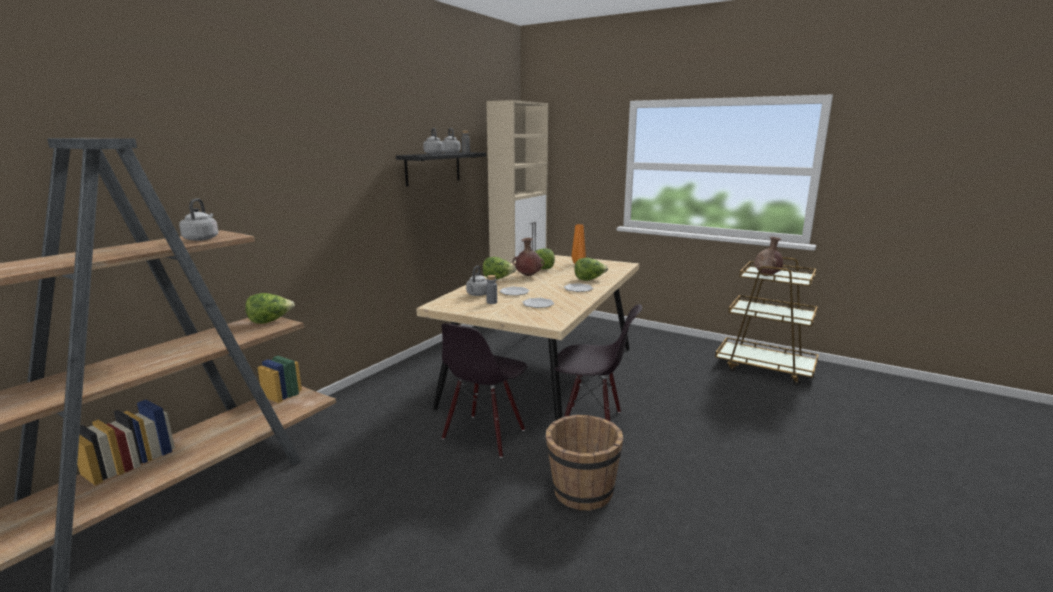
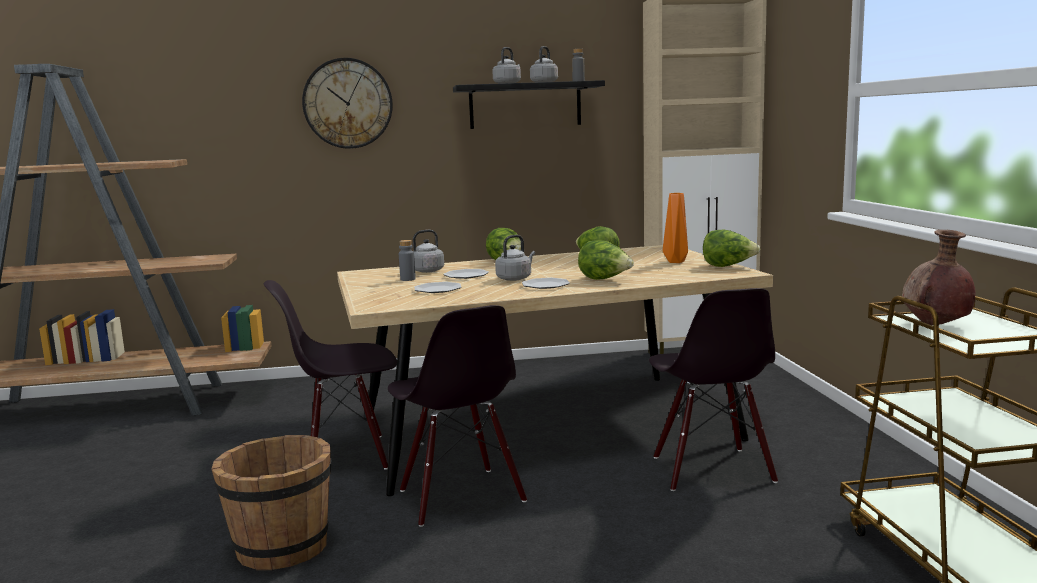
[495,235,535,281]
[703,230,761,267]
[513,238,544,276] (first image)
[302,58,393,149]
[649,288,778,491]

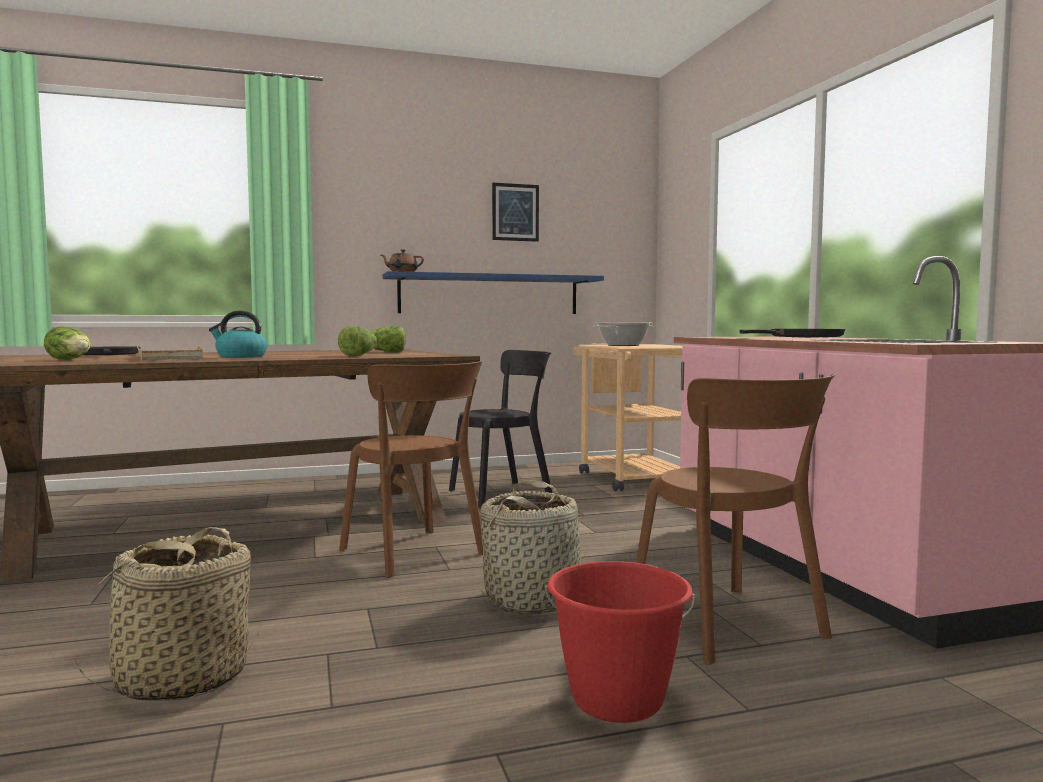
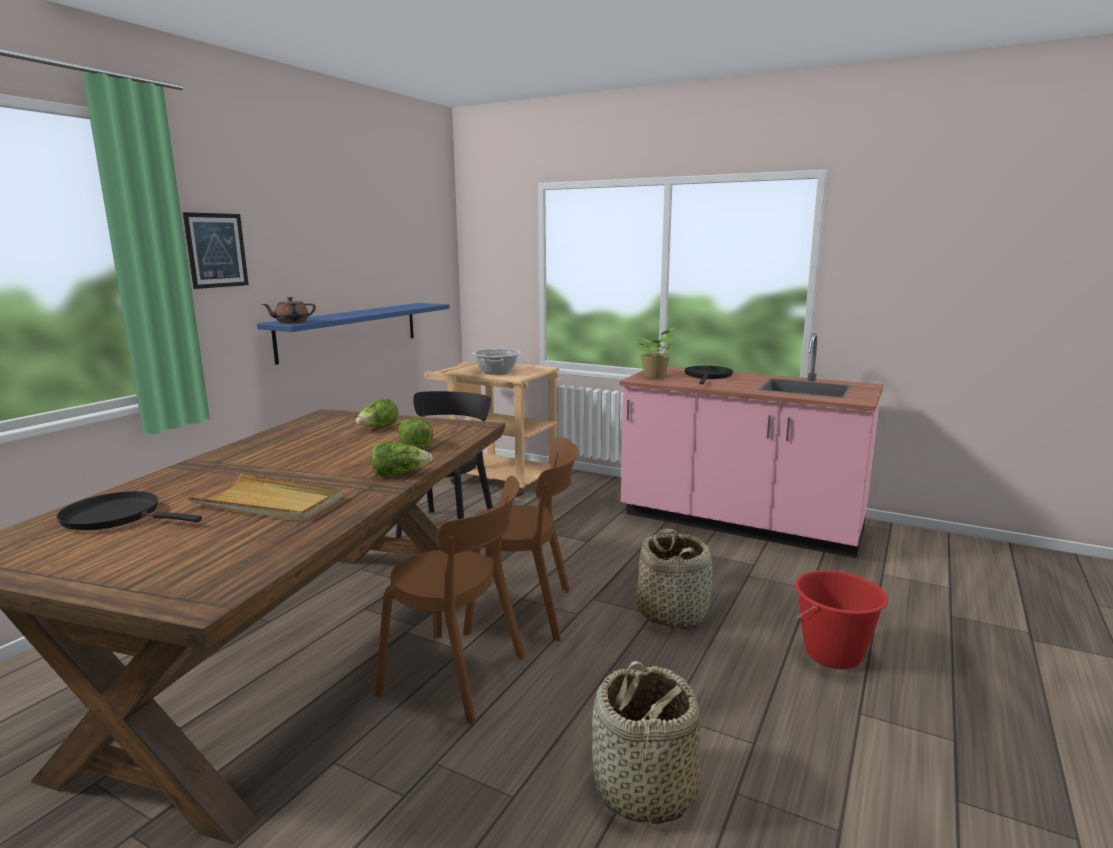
[371,442,433,476]
[209,311,267,358] (first image)
[183,212,249,289]
[375,475,525,725]
[637,327,675,378]

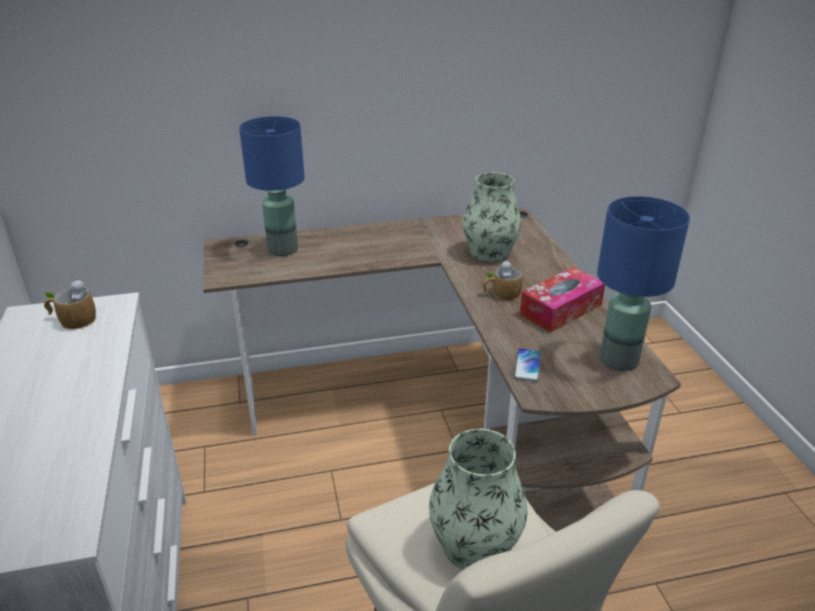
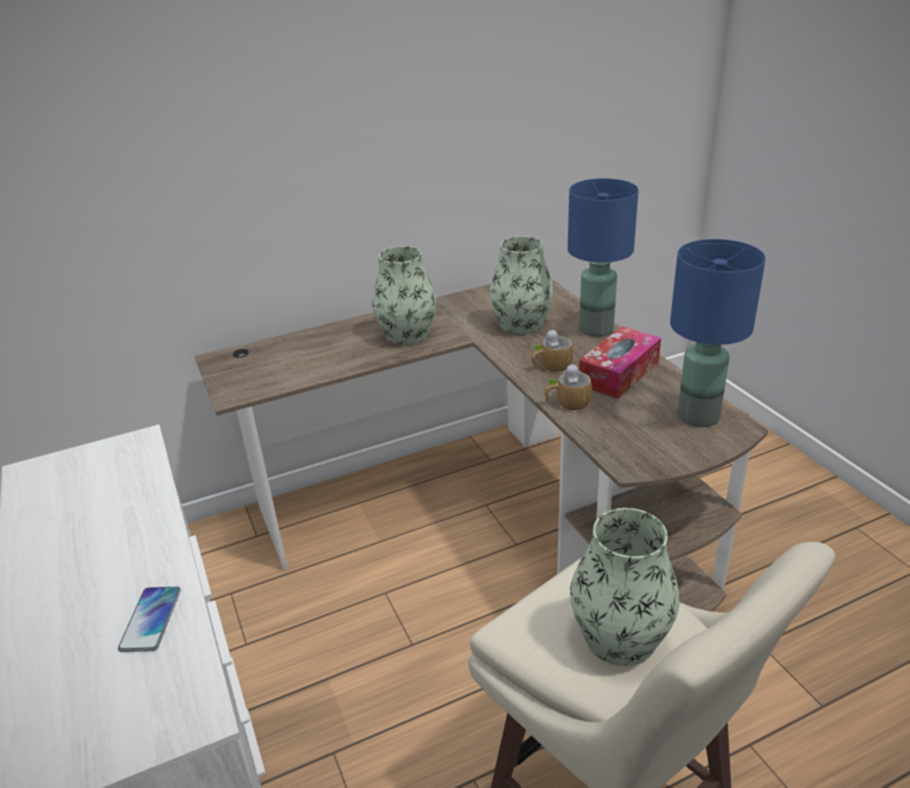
[544,363,592,411]
[568,178,639,337]
[118,587,181,652]
[372,246,437,345]

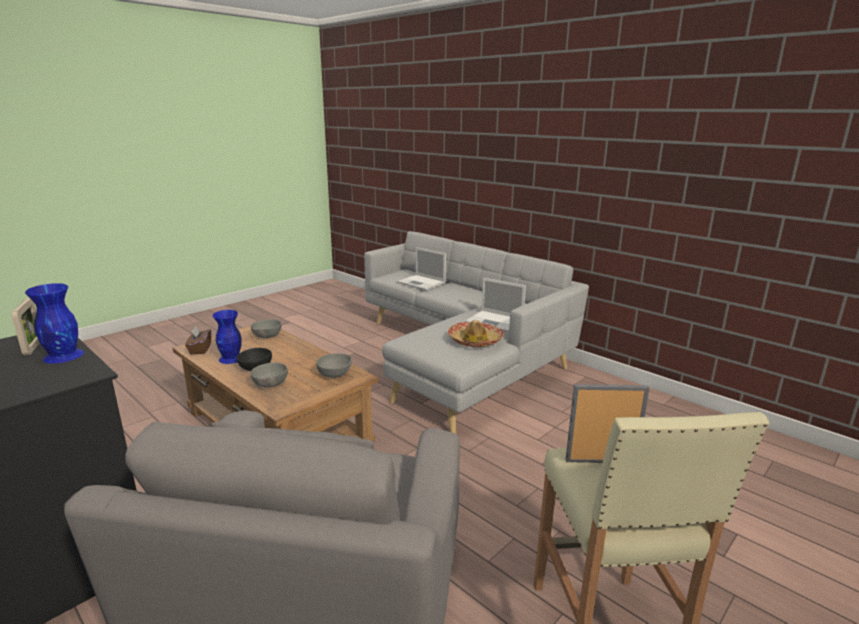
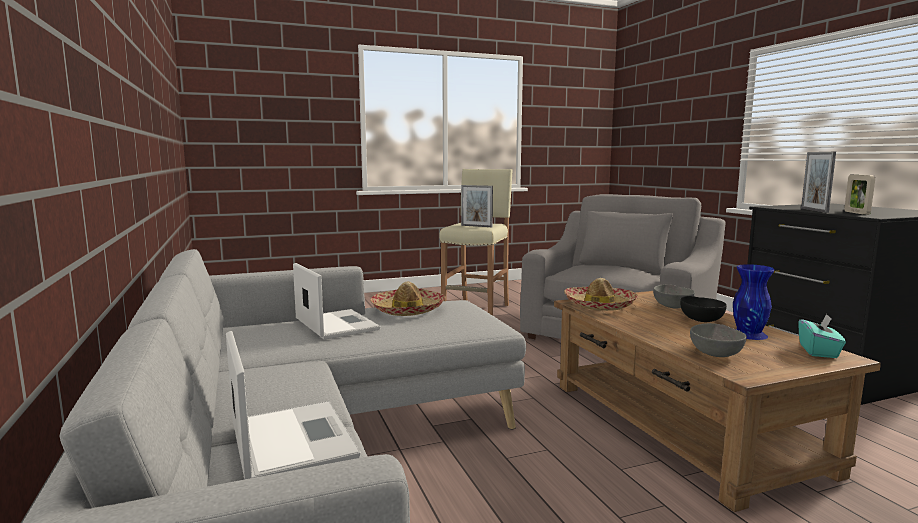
[801,152,836,213]
[799,314,846,358]
[564,278,638,311]

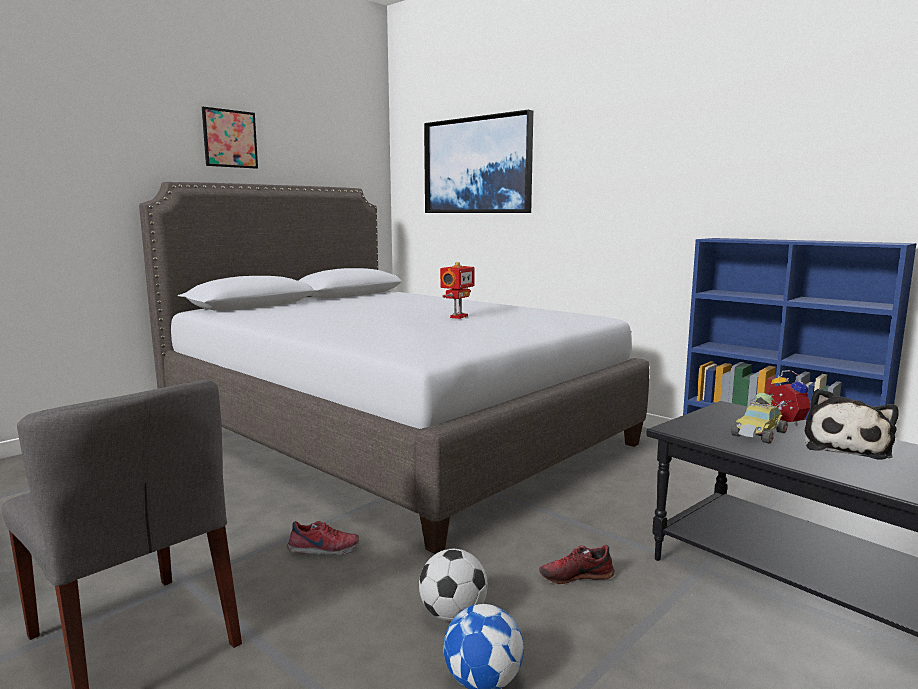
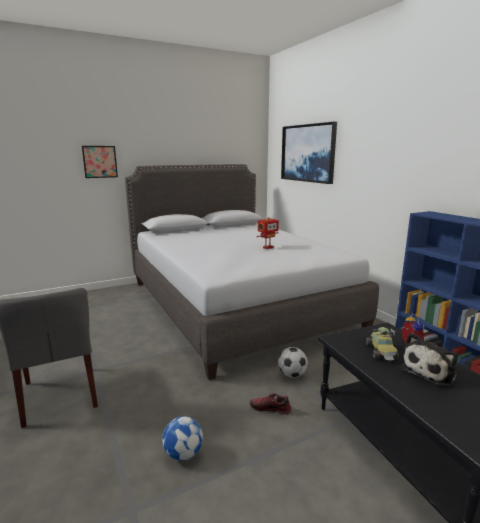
[82,146,118,178]
[287,521,359,555] (first image)
[278,347,308,378]
[366,327,399,360]

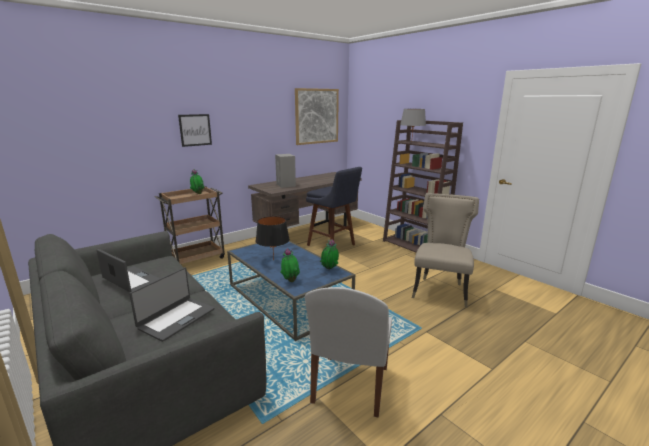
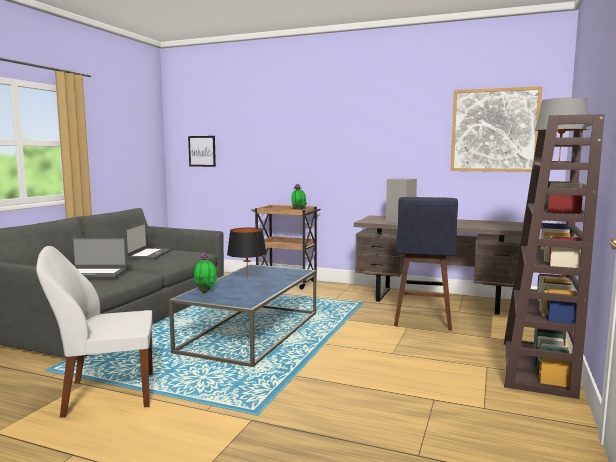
[188,136,216,167]
[320,239,339,269] (first image)
[412,193,479,308] (first image)

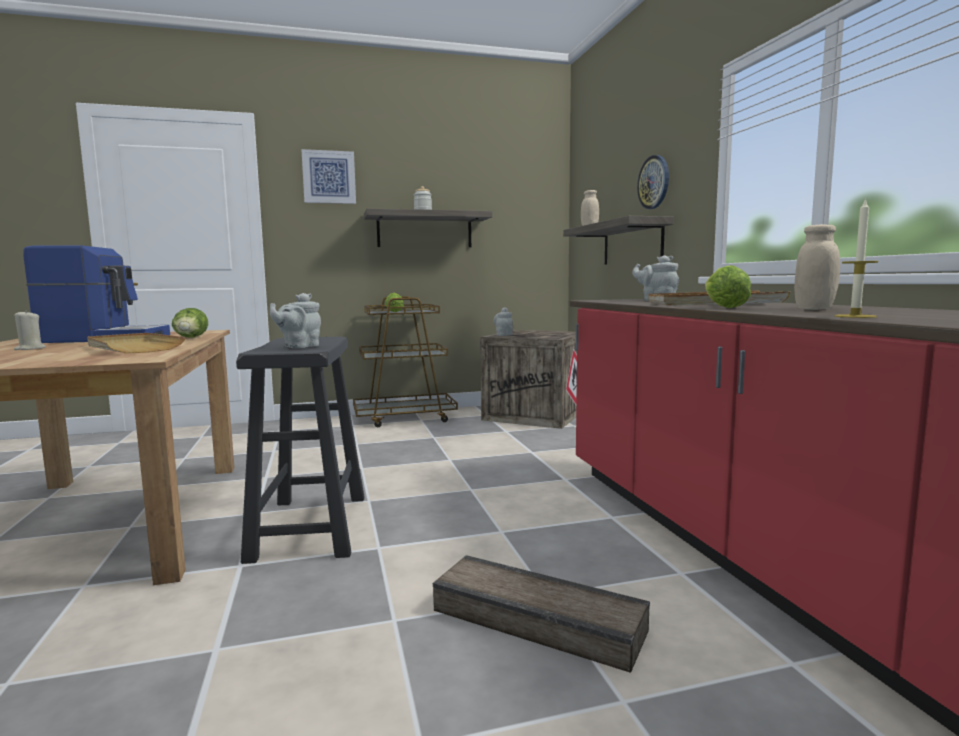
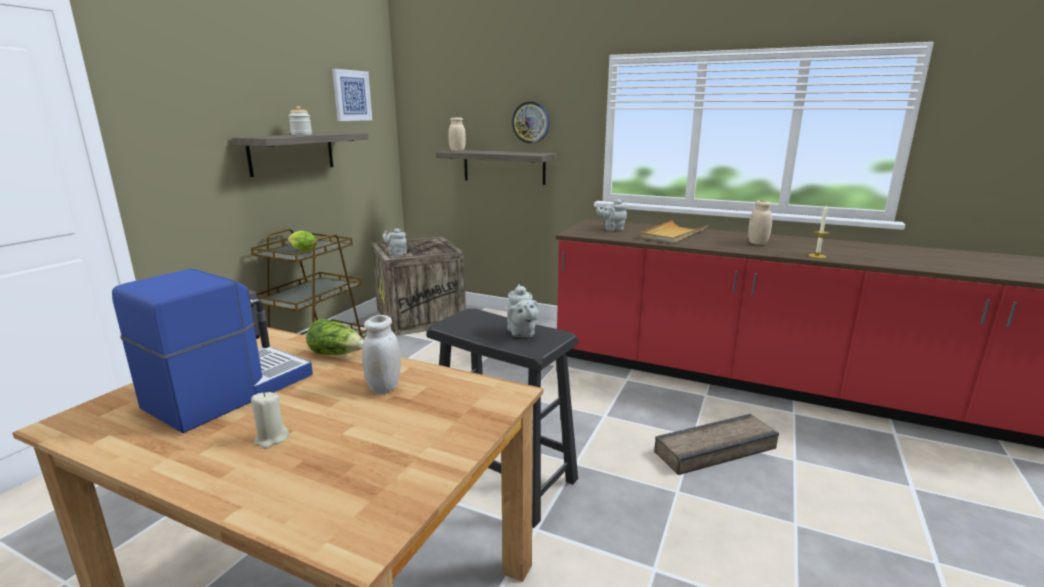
[362,315,401,394]
[332,69,372,121]
[705,265,751,308] (first image)

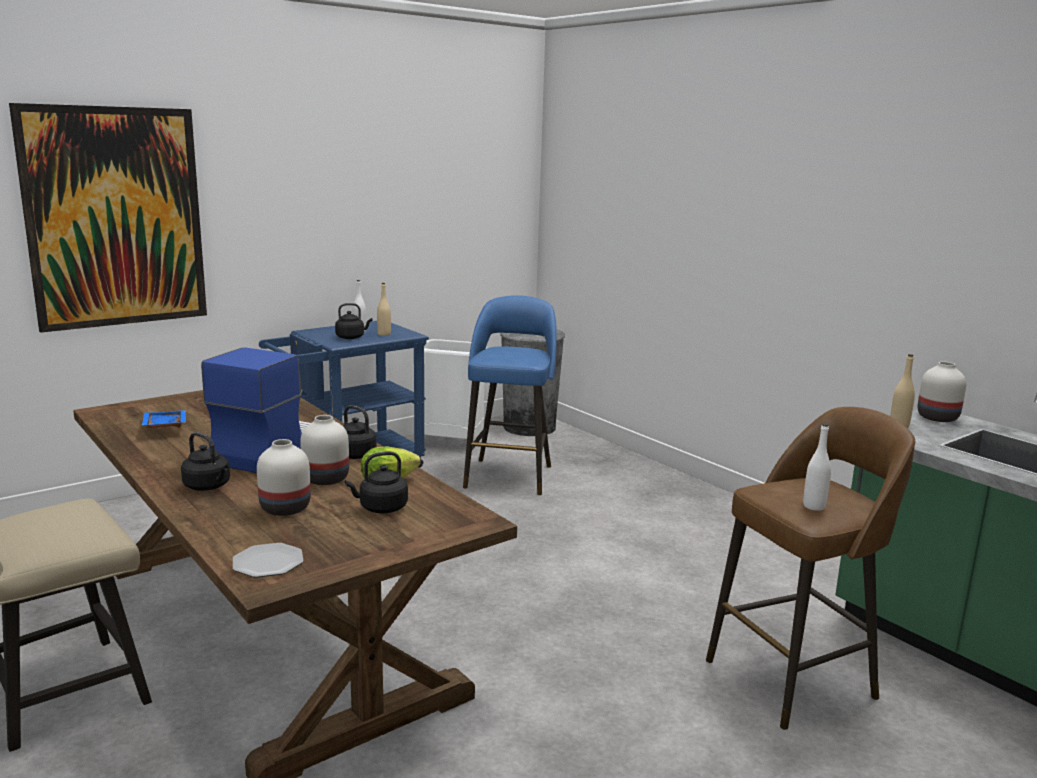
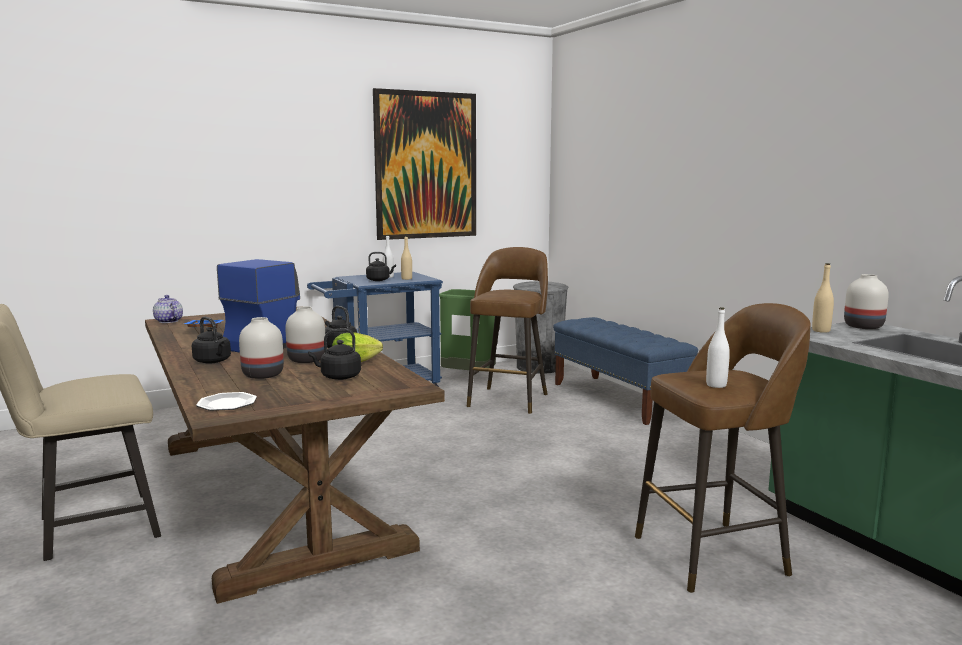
[373,88,476,240]
[439,289,496,371]
[467,247,548,414]
[153,295,183,323]
[553,317,698,425]

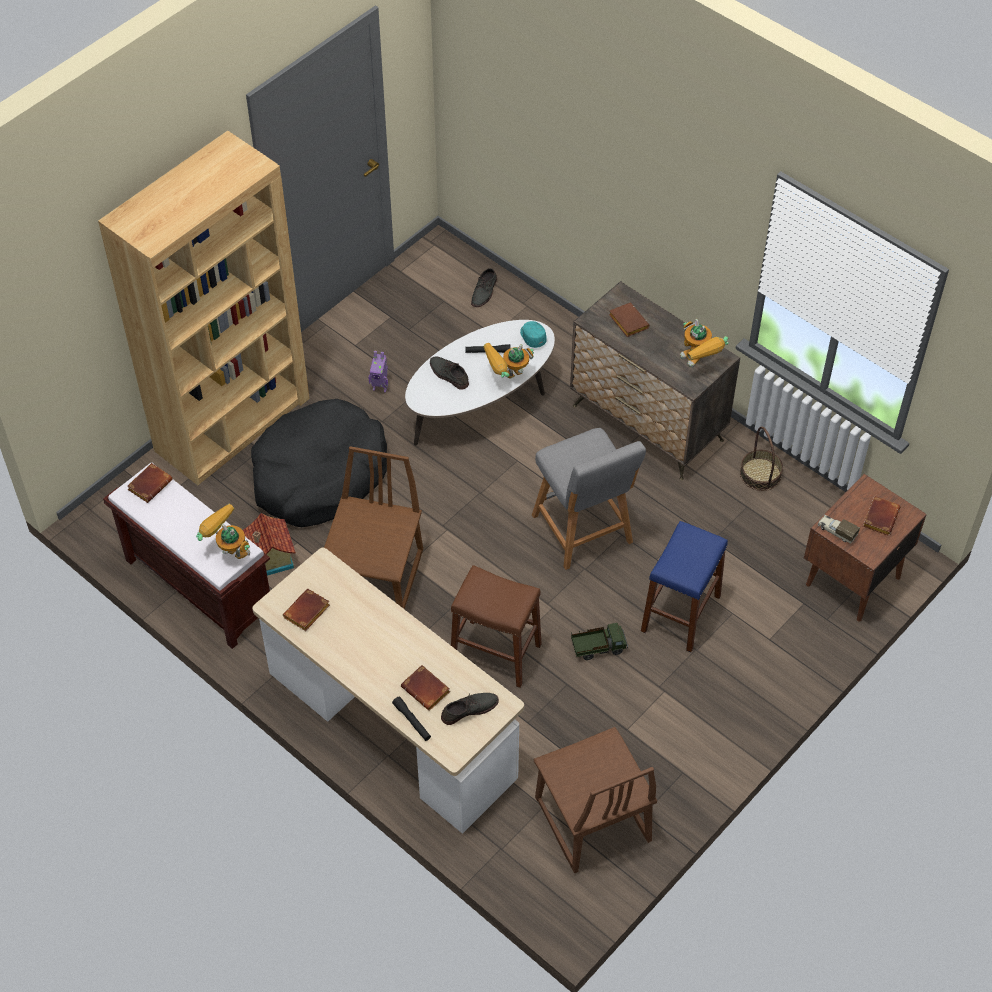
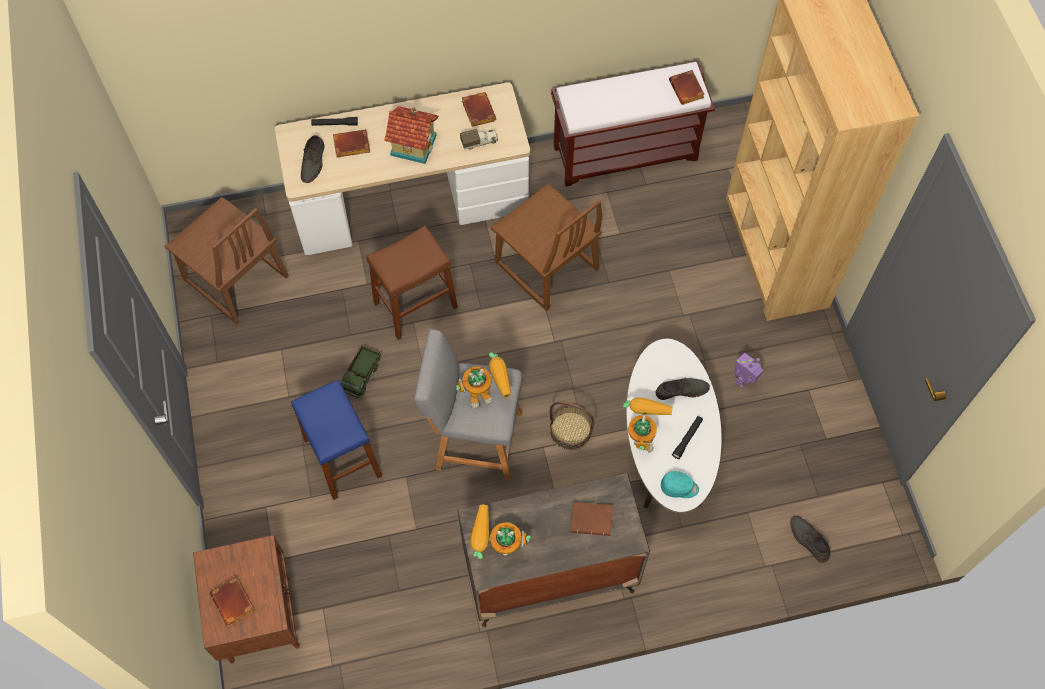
[456,352,511,409]
[384,106,438,164]
[251,399,387,527] (first image)
[164,197,289,324]
[550,401,594,450]
[460,129,498,150]

